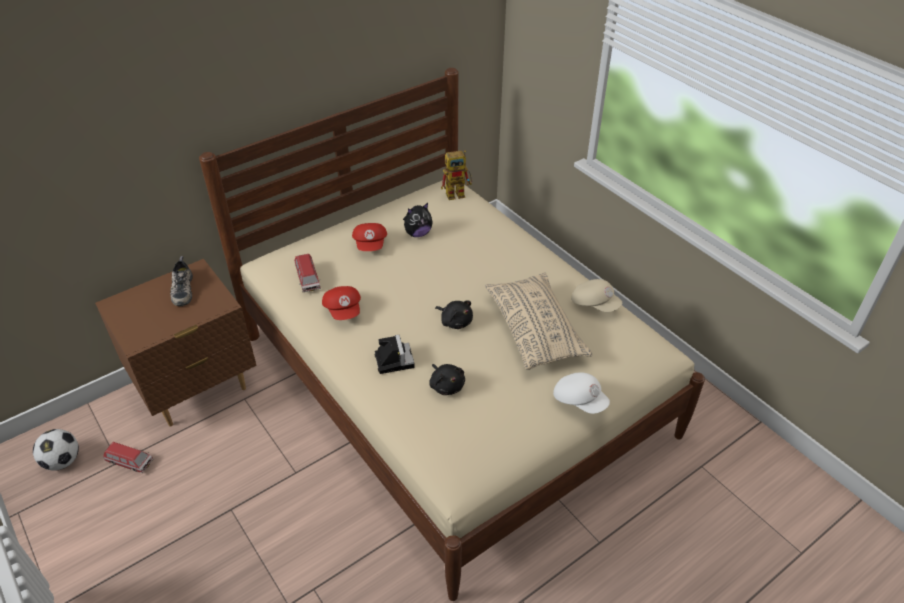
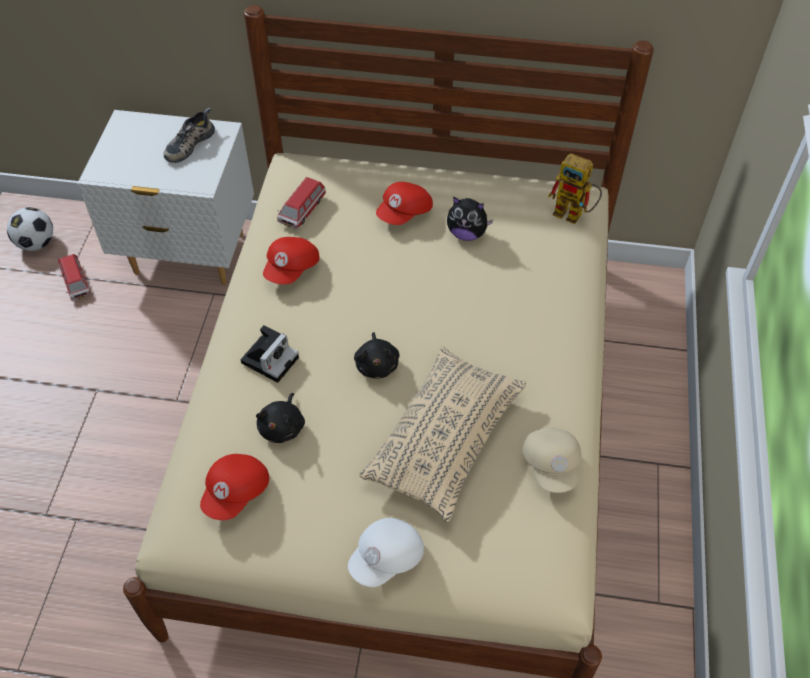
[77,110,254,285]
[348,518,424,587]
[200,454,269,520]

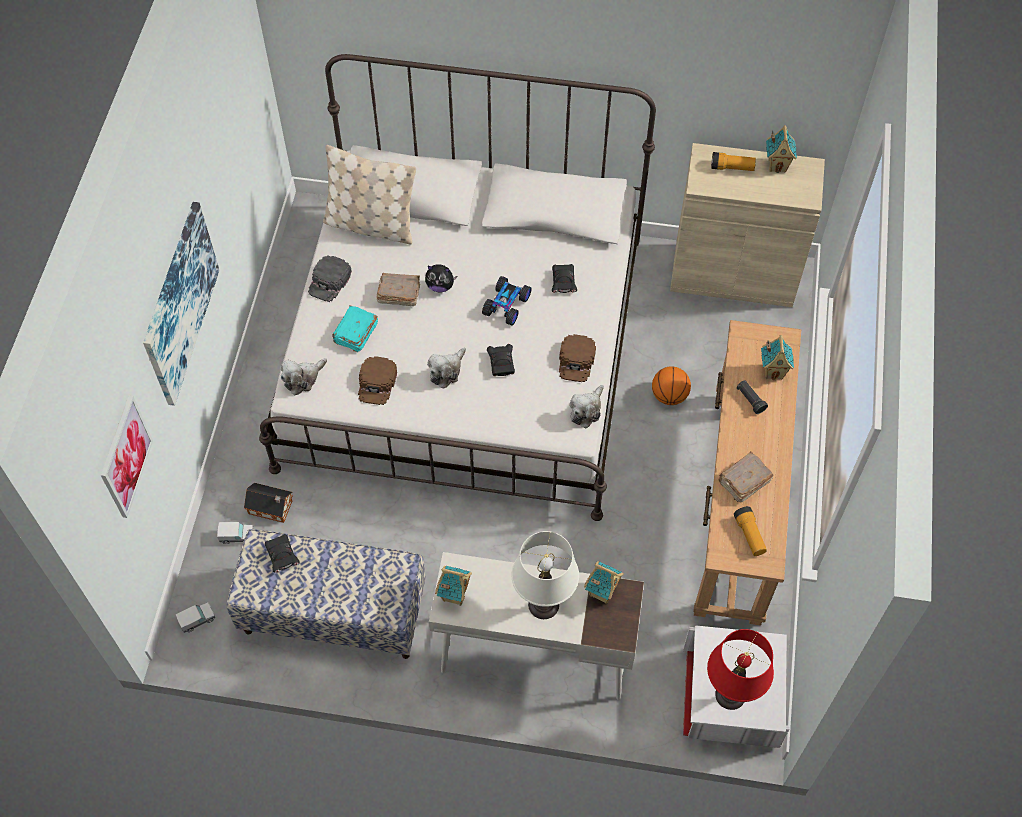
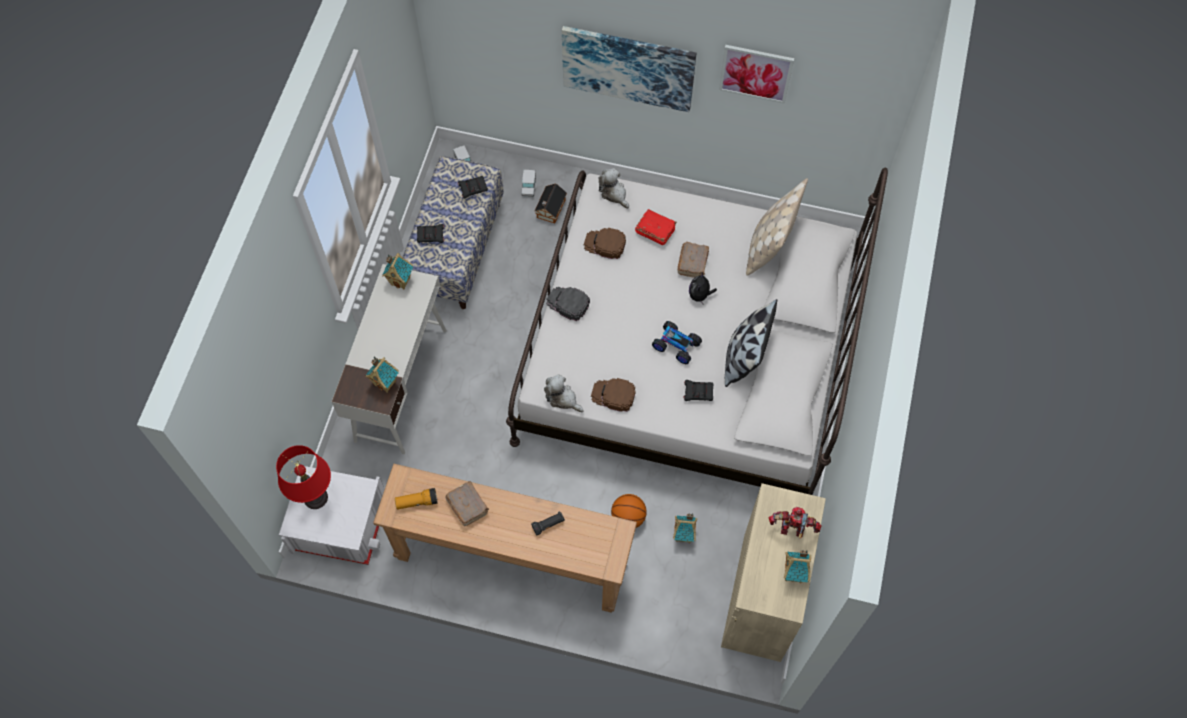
[719,45,794,104]
[546,287,590,321]
[635,209,677,245]
[427,347,466,389] (first image)
[417,224,444,243]
[512,531,579,619] (first image)
[769,507,821,538]
[673,513,697,543]
[725,299,777,387]

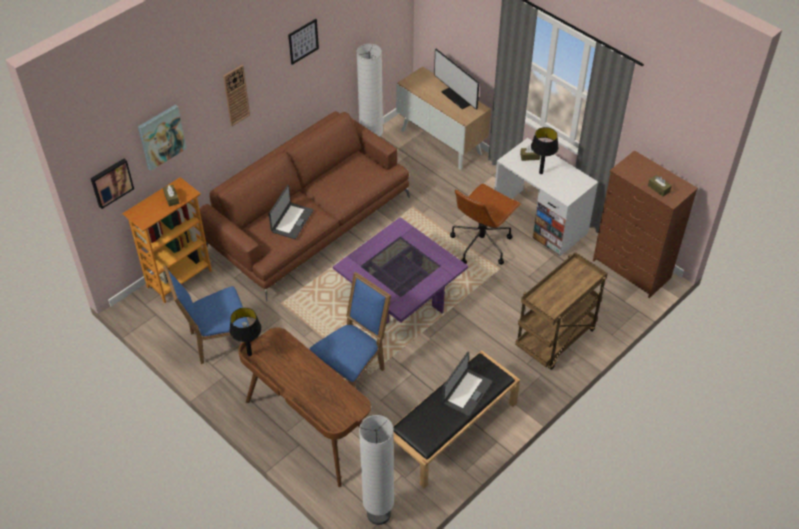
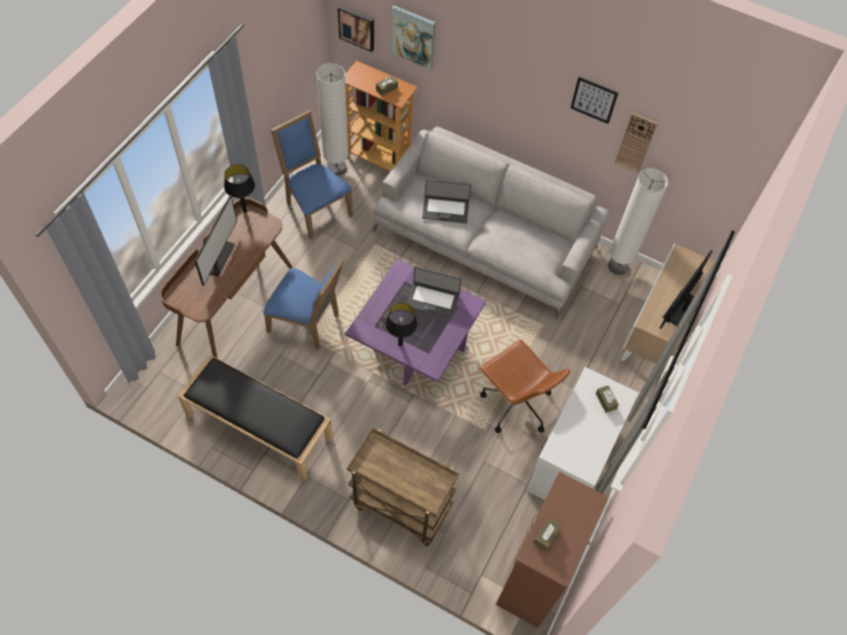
[373,127,609,320]
[615,113,658,173]
[316,63,349,176]
[406,267,462,319]
[479,339,570,433]
[385,303,417,346]
[195,195,237,286]

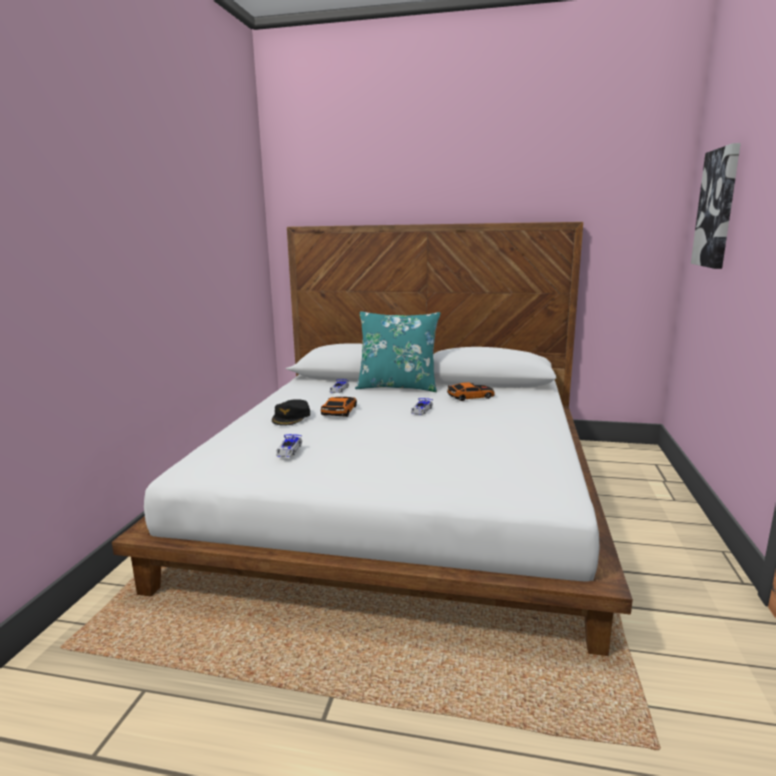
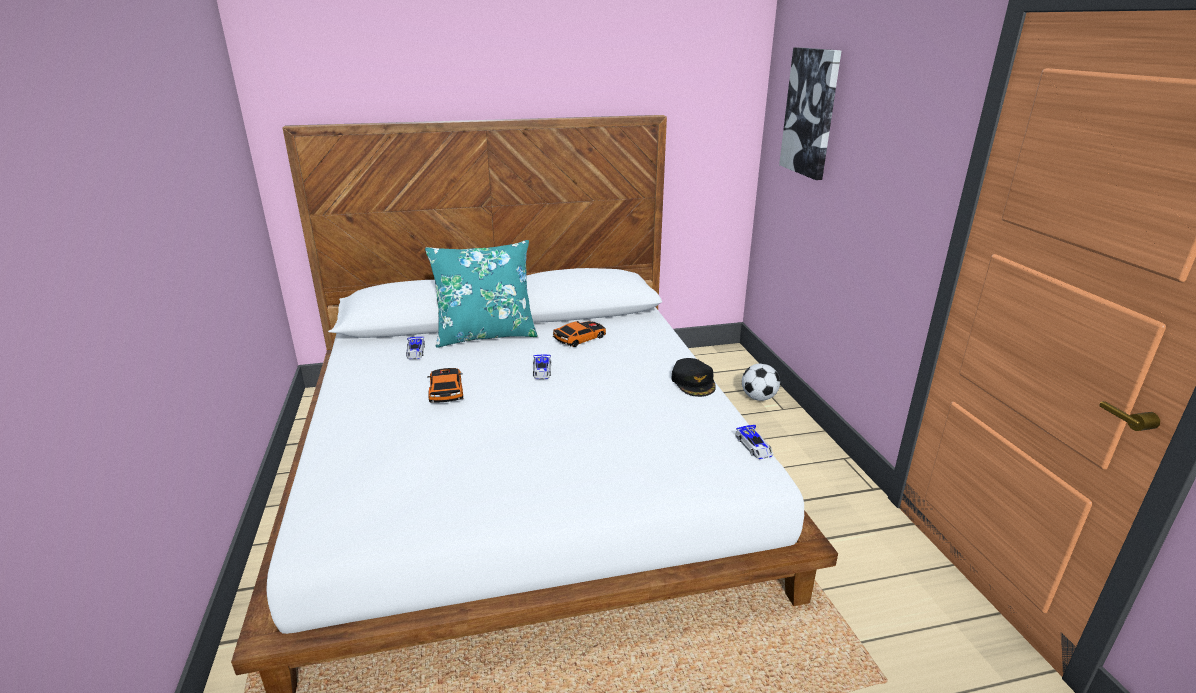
[672,358,716,397]
[735,425,773,459]
[742,363,780,401]

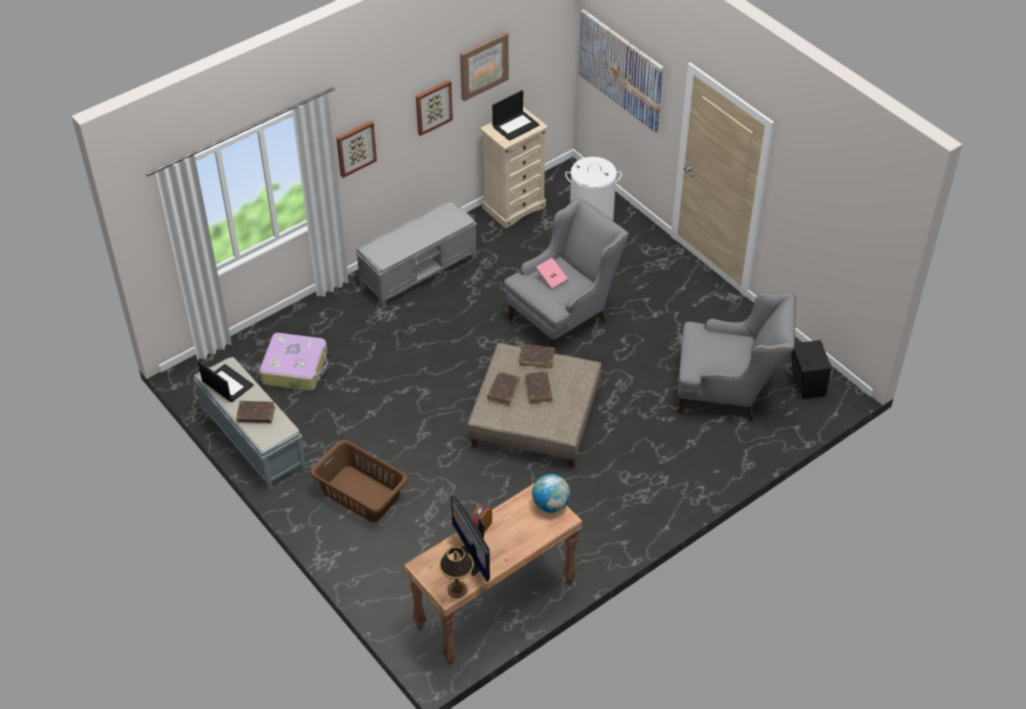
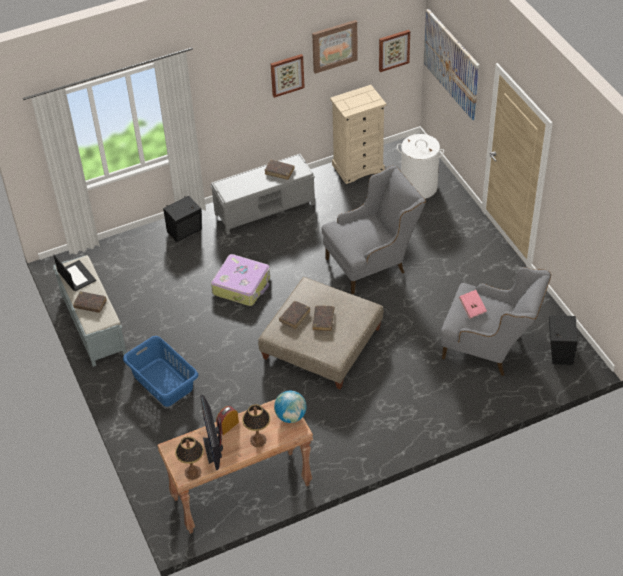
[211,254,270,306]
[123,336,198,407]
[379,30,410,72]
[492,90,540,141] (first image)
[264,160,295,180]
[459,290,487,319]
[163,196,202,242]
[242,404,270,447]

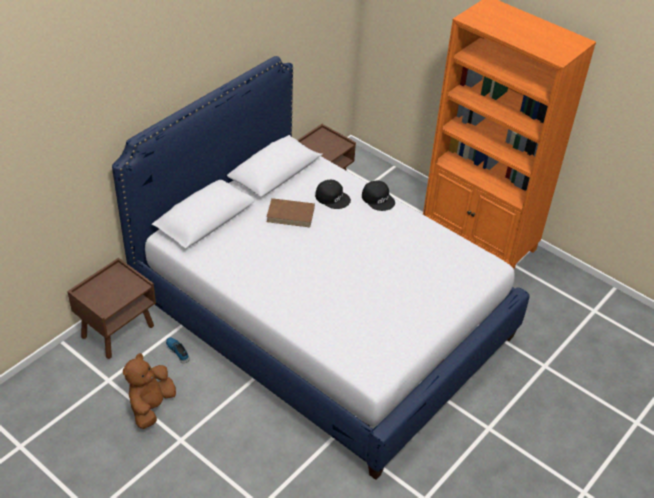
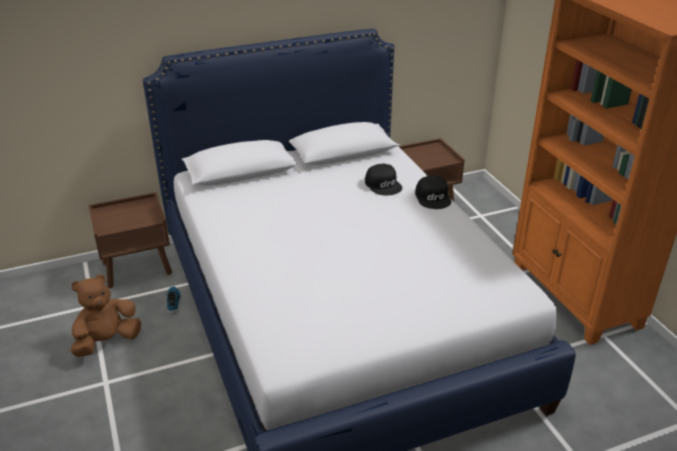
[267,198,315,227] (first image)

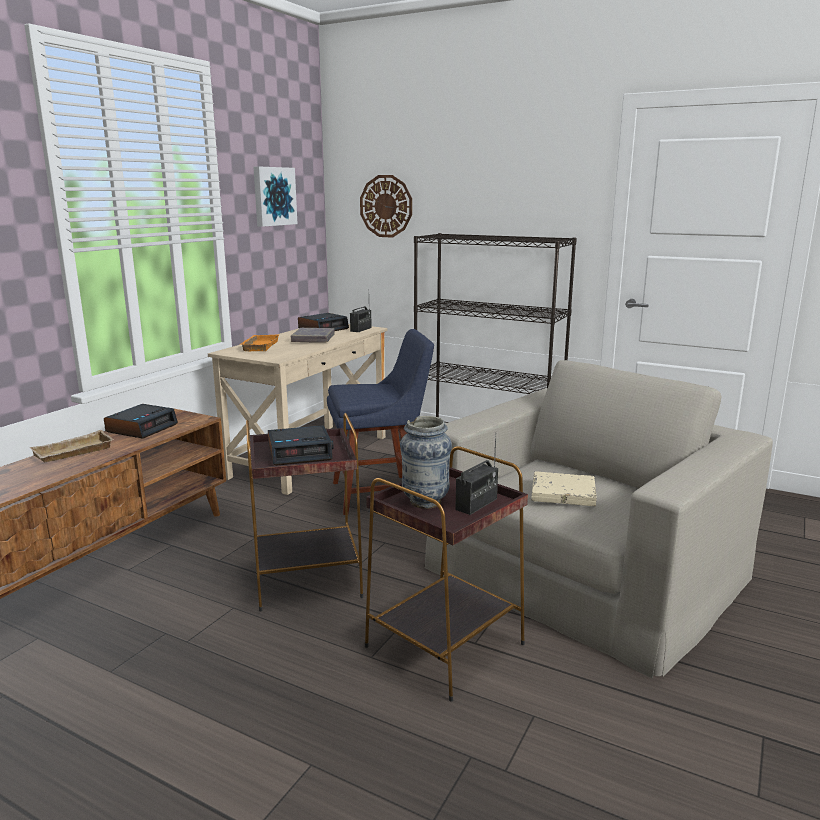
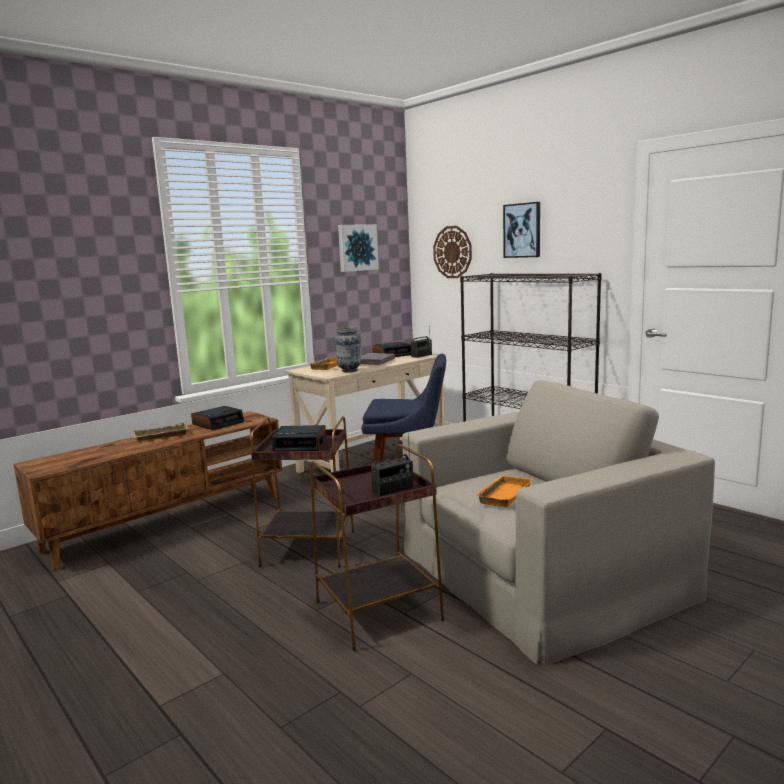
[335,326,361,372]
[476,475,532,508]
[503,202,540,258]

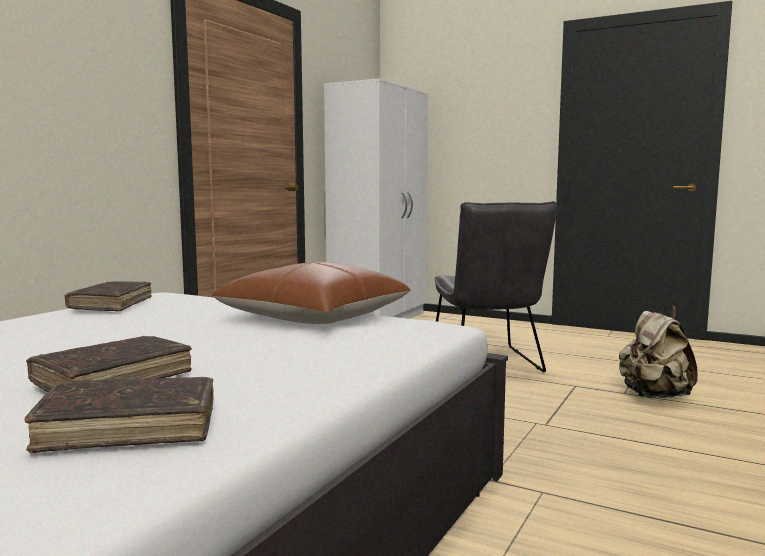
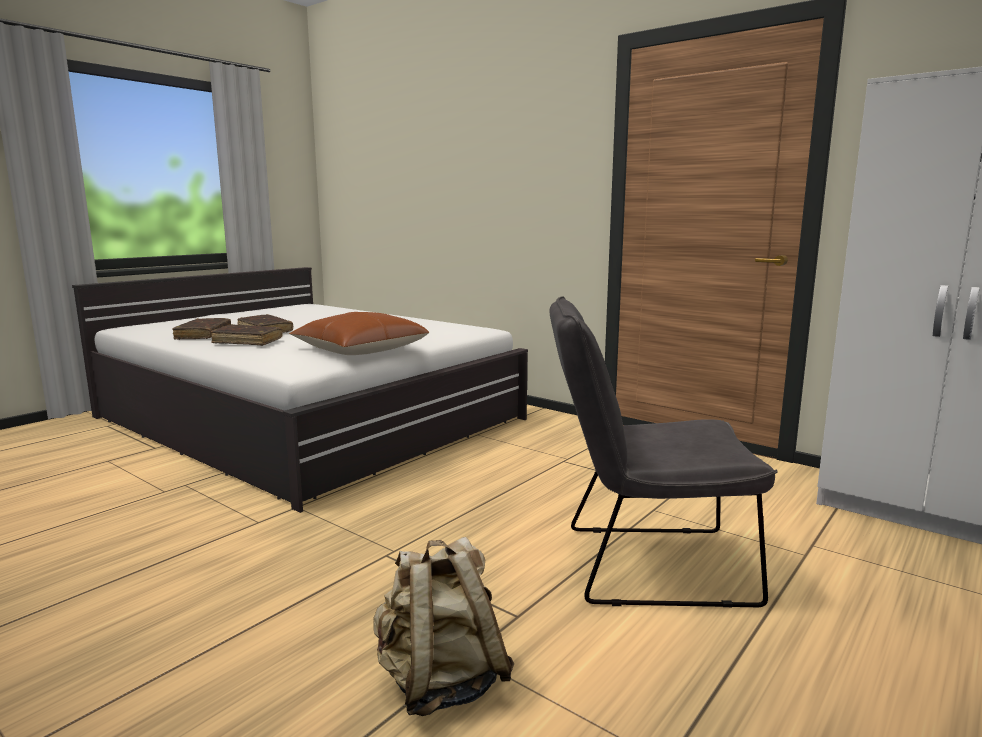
[211,324,283,346]

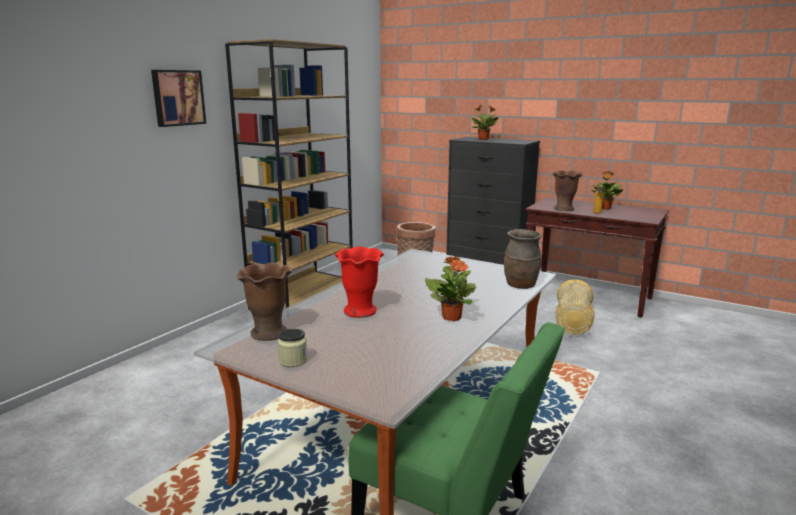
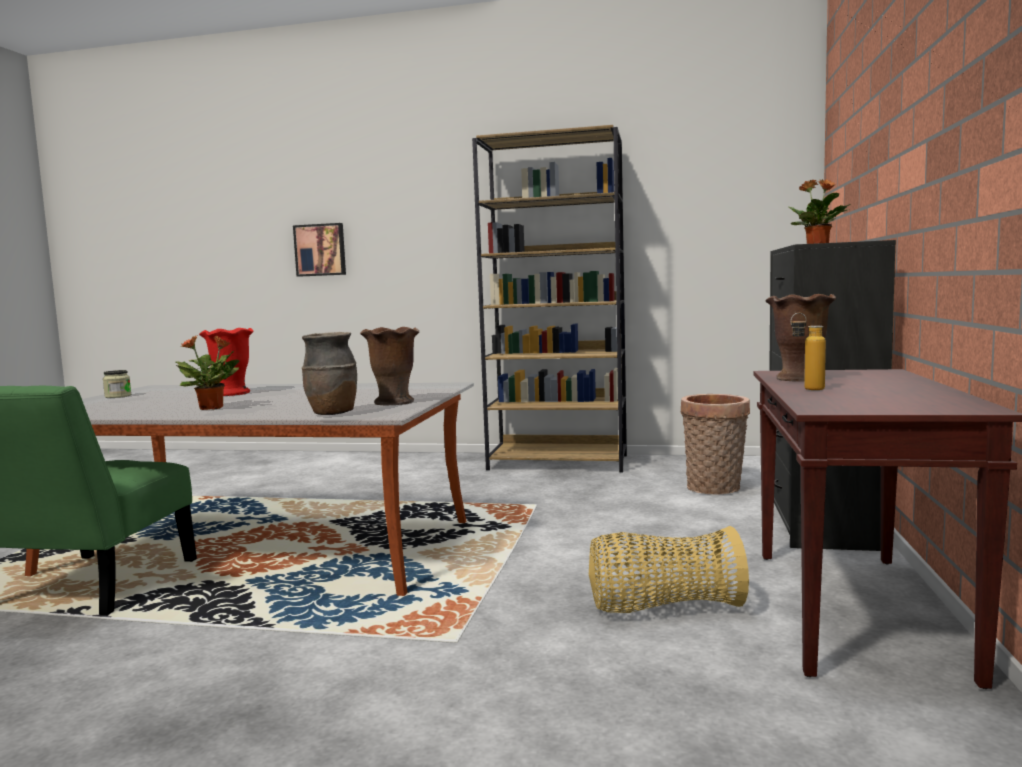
[293,223,346,277]
[360,327,419,405]
[591,171,623,210] (first image)

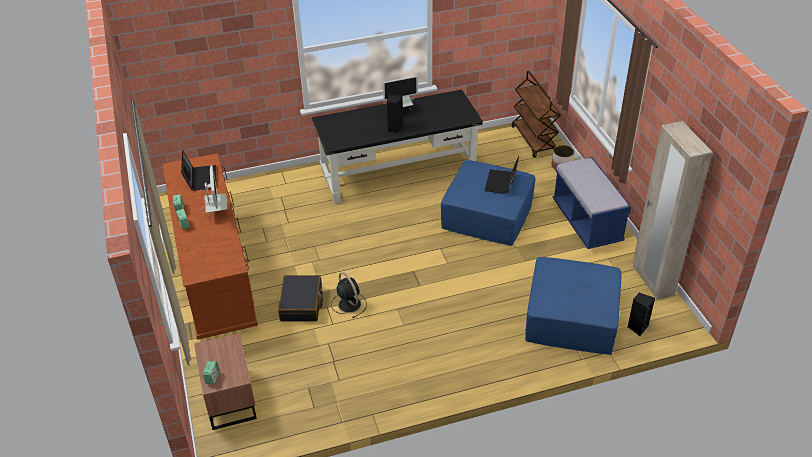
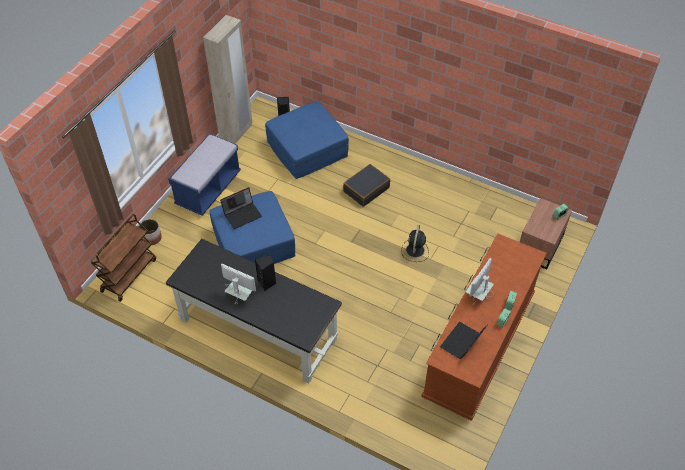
[343,164,390,207]

